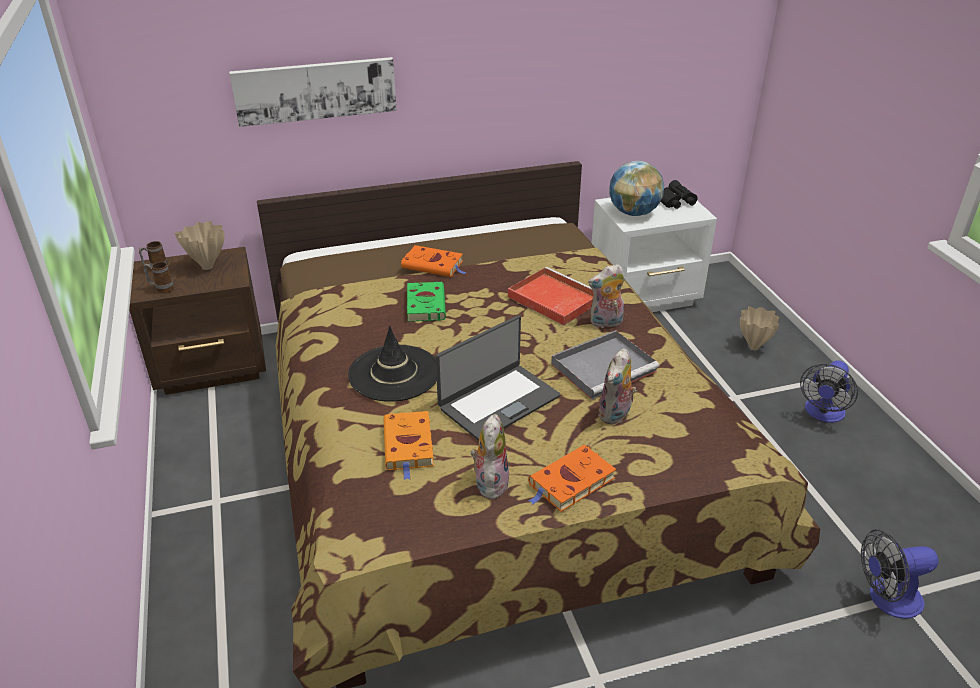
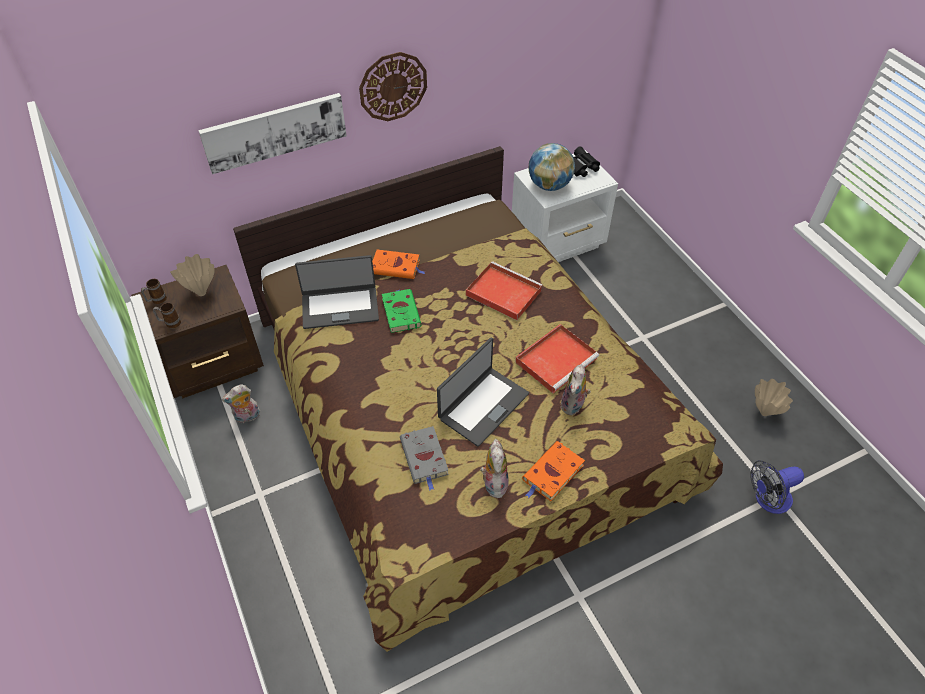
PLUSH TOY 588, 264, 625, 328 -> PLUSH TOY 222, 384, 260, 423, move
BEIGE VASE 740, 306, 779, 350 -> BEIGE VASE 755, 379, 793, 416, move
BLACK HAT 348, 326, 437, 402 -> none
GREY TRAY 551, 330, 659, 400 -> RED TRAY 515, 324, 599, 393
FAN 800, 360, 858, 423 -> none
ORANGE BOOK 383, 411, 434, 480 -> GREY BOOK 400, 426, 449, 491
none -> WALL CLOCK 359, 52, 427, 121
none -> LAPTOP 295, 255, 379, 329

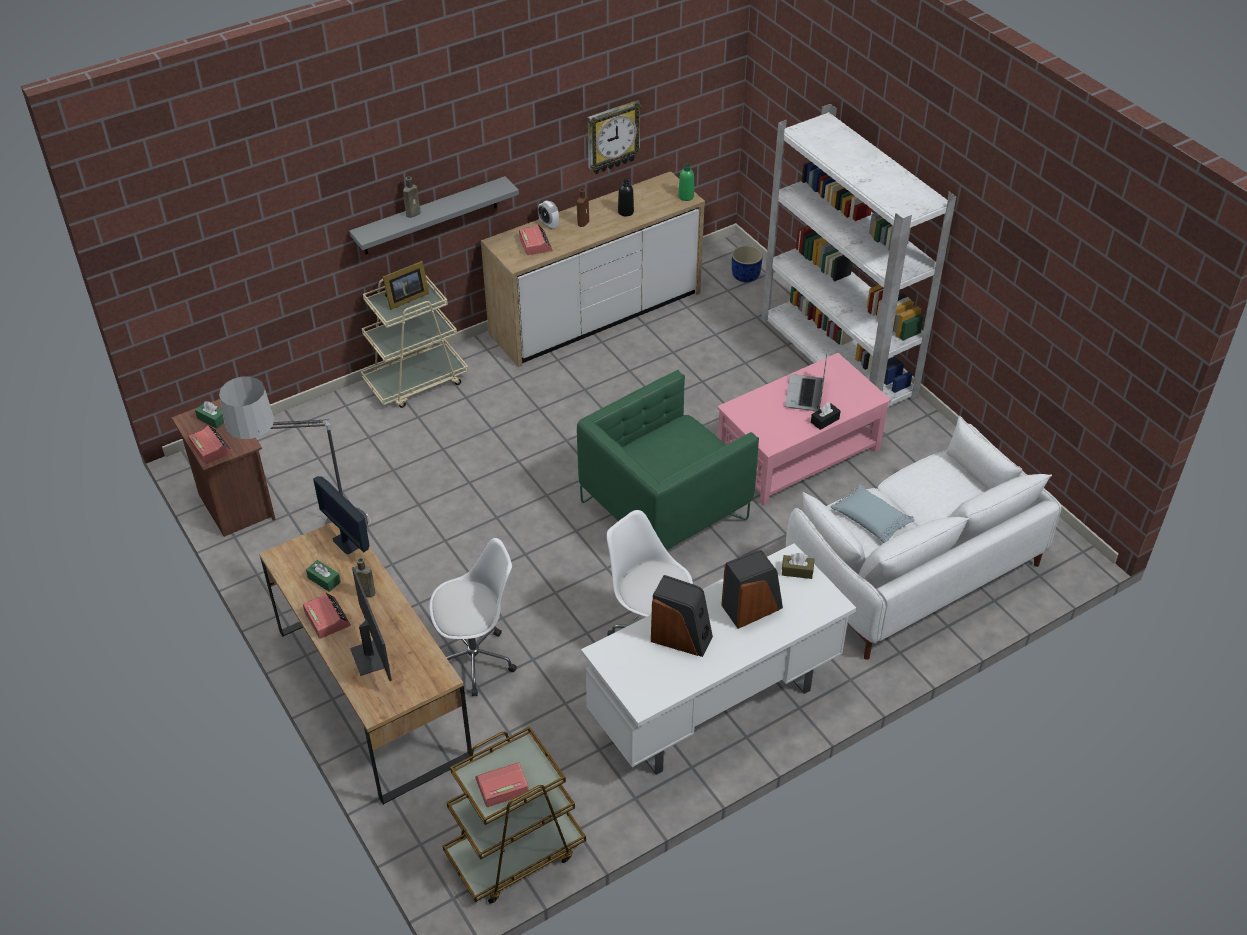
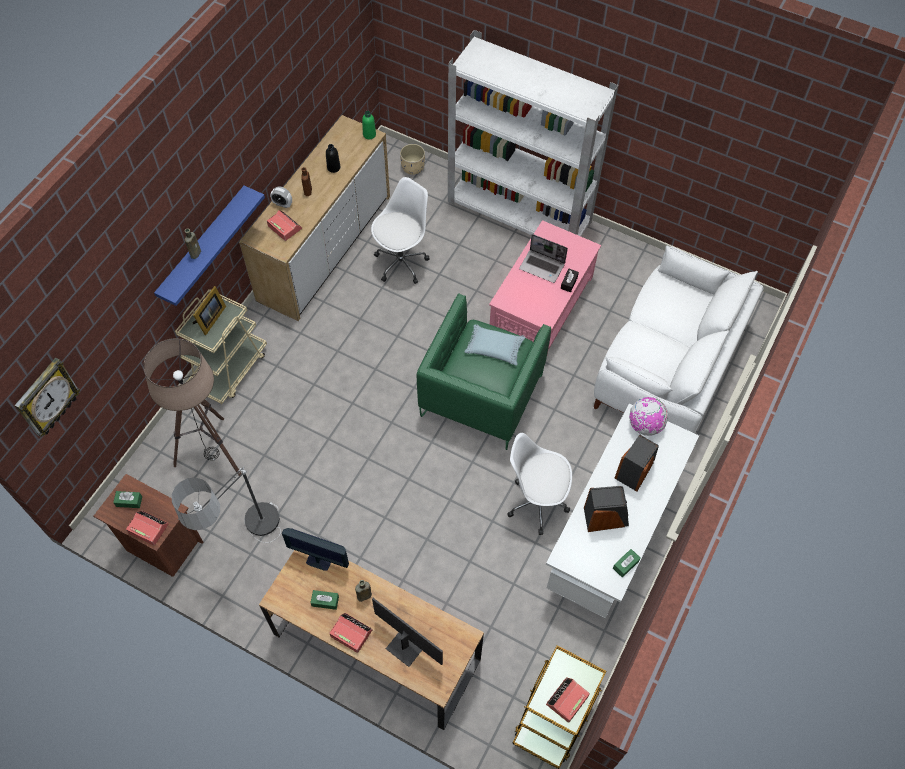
WALL CLOCK 587, 100, 642, 174 -> WALL CLOCK 15, 358, 80, 437, move
GREY SHELF 349, 176, 519, 254 -> BLUE SHELF 154, 186, 265, 306
BLUE PLANTER 732, 245, 763, 282 -> BEIGE PLANTER 400, 144, 425, 175
LAPTOP 785, 354, 827, 412 -> LAPTOP 519, 234, 568, 283, 45 degrees counterclockwise
BLUE PILLOW 831, 484, 915, 543 -> BLUE PILLOW 464, 325, 526, 366, move
WHITE OFFICE CHAIR 429, 538, 517, 696 -> WHITE OFFICE CHAIR 371, 177, 430, 284, move
BROWN TISSUE BOX 782, 553, 814, 579 -> GLOBE 629, 397, 668, 436
none -> FLOOR LAMP 143, 338, 242, 476
none -> GREEN TISSUE BOX 613, 549, 641, 578

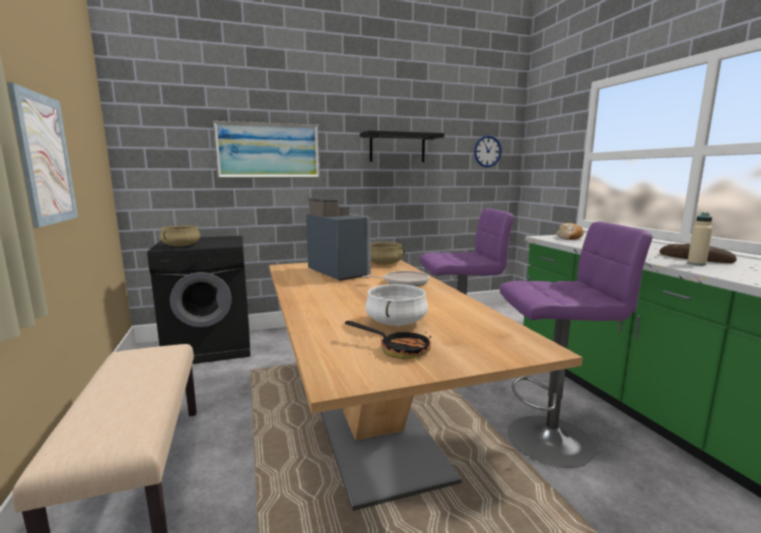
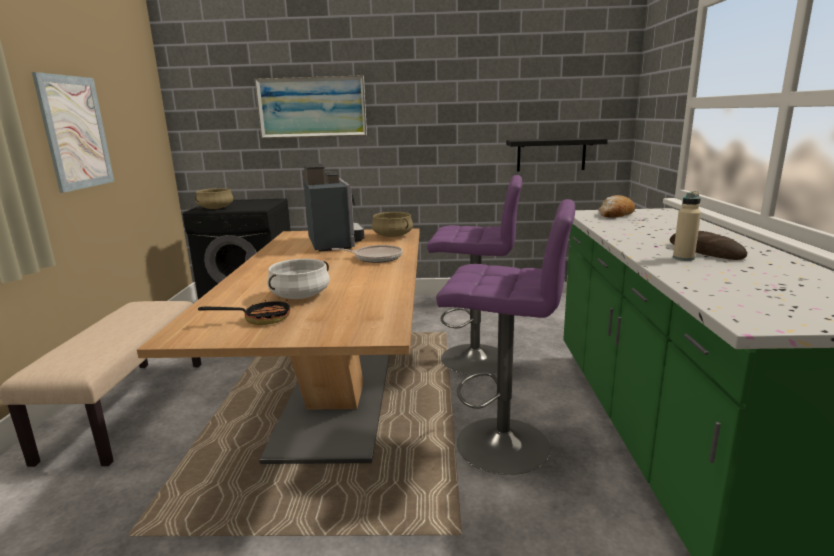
BLACK SHELF 360, 130, 445, 162 -> BLACK SHELF 506, 138, 608, 172, move
WALL CLOCK 474, 135, 502, 167 -> none
FRYING PAN 345, 321, 431, 359 -> FRYING PAN 198, 299, 291, 325, 60 degrees counterclockwise

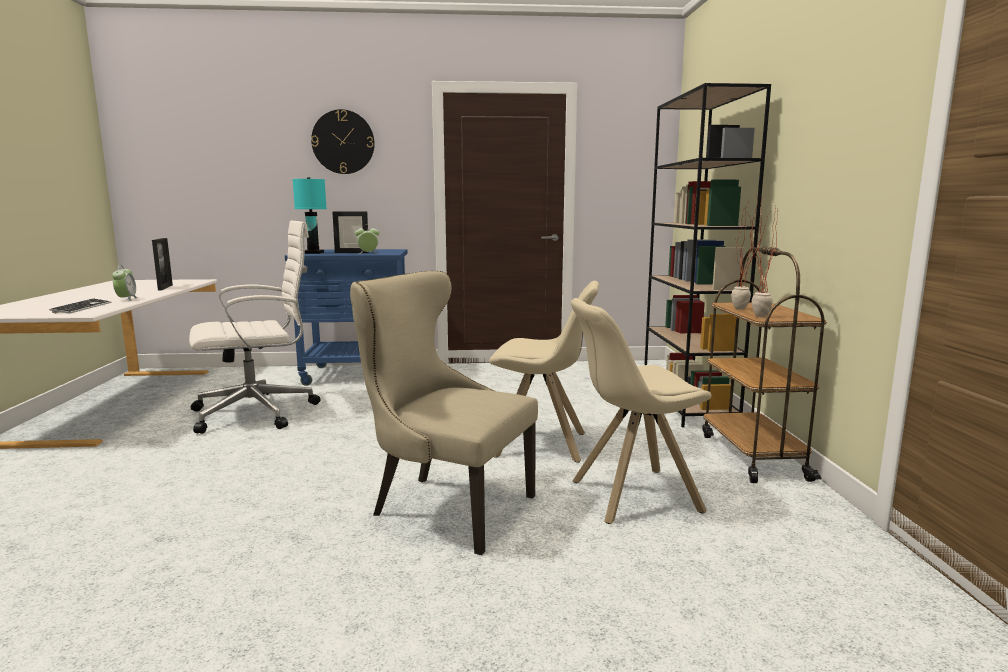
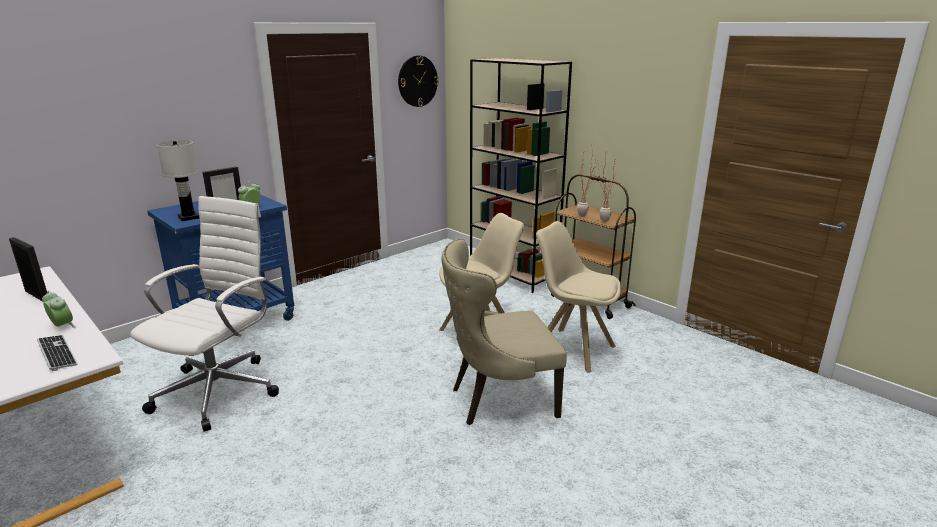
WALL CLOCK 311, 109, 375, 174 -> WALL CLOCK 398, 56, 439, 107, move
TURQUOISE TABLE LAMP 292, 177, 327, 254 -> WHITE TABLE LAMP 157, 140, 199, 221
BEIGE CHAIR 571, 298, 712, 524 -> BEIGE CHAIR 536, 221, 621, 373, 90 degrees clockwise

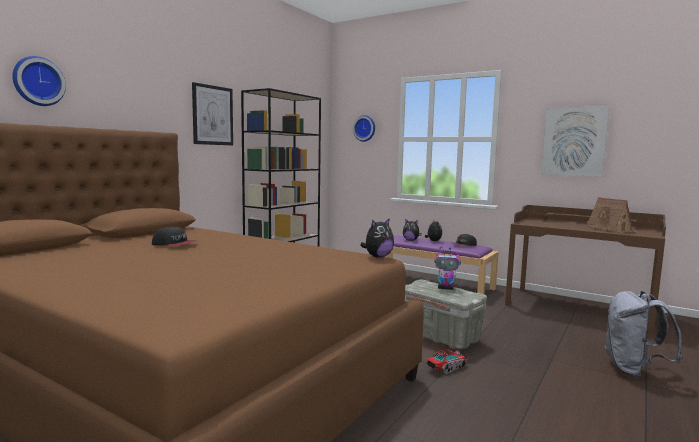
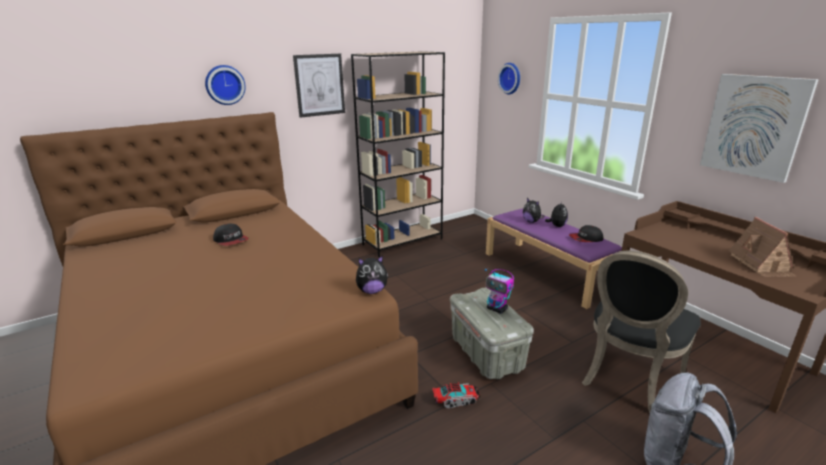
WALL CLOCK 12, 56, 66, 106 -> WALL CLOCK 205, 65, 246, 105, move
none -> BLACK CHAIR 582, 251, 701, 413

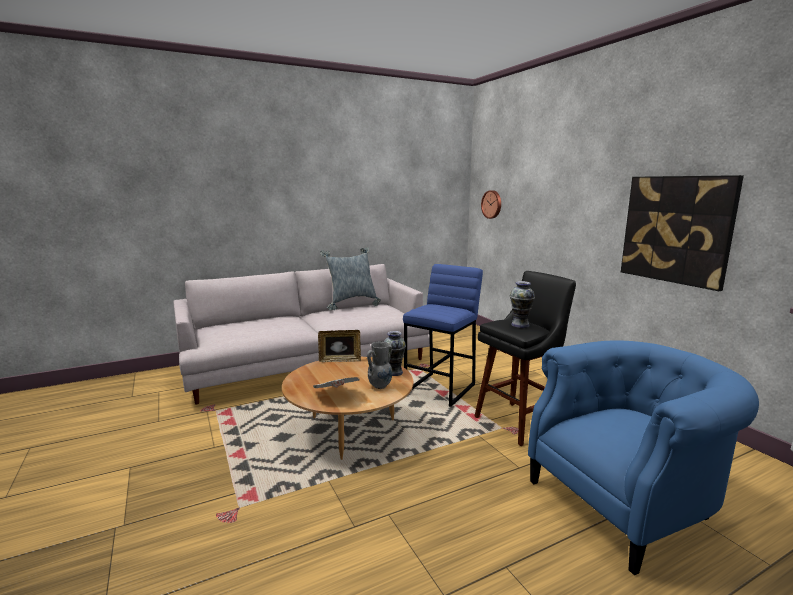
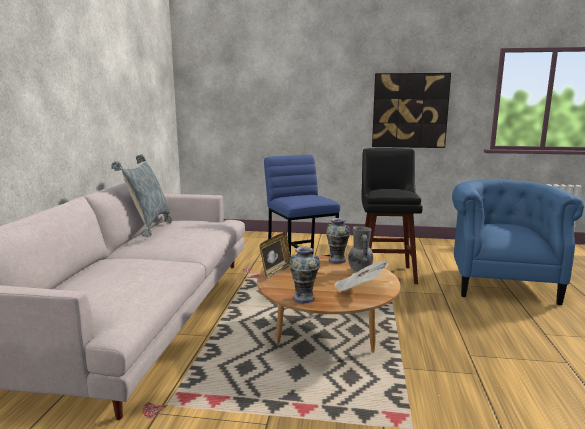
WALL CLOCK 481, 190, 501, 219 -> none
VASE 510, 281, 535, 328 -> VASE 289, 247, 320, 303, move

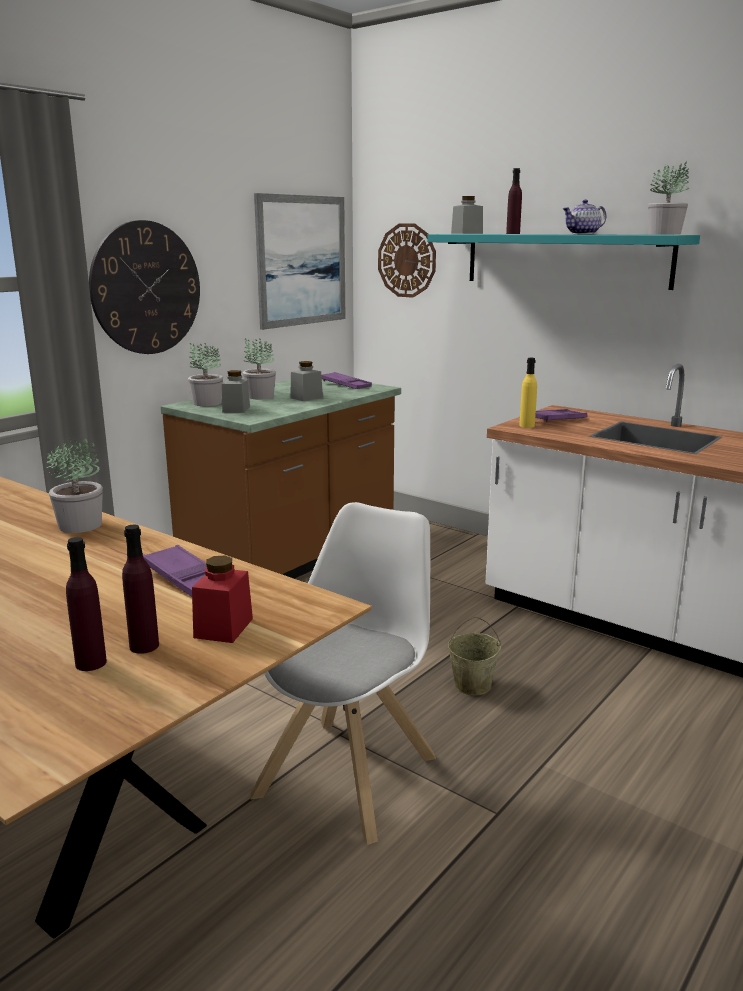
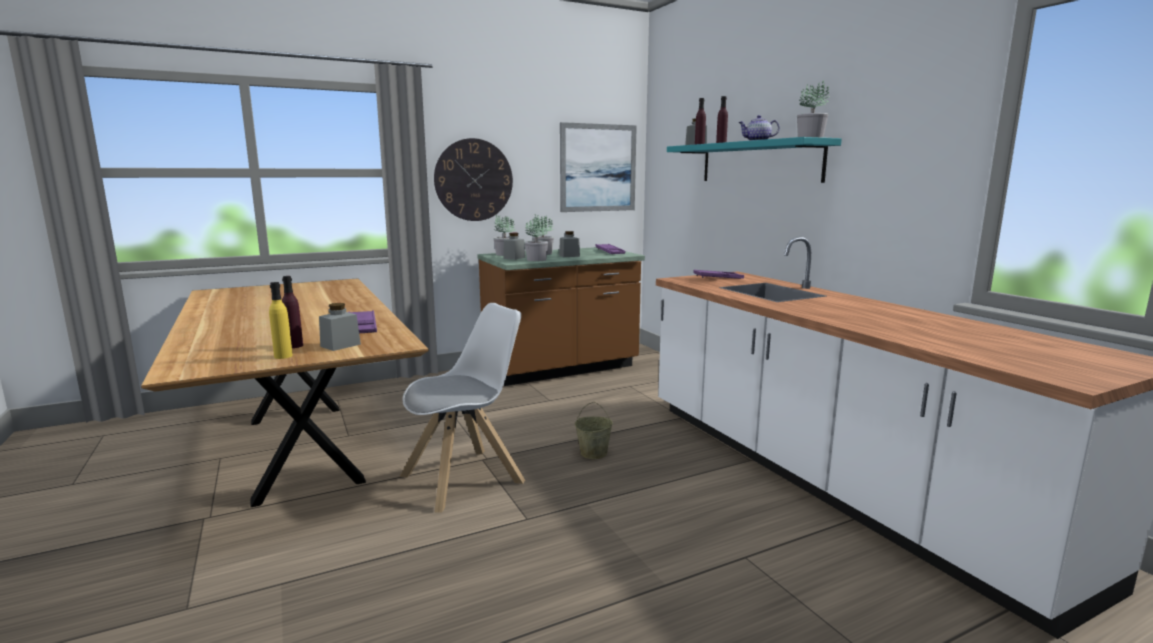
WALL CLOCK 378, 223, 436, 298 -> none
YELLOW BOTTLE 519, 358, 537, 428 -> YELLOW BOTTLE 269, 282, 293, 359, move
POTTED PLANT 47, 438, 103, 533 -> POTTED PLANT 524, 217, 548, 261, move
PURPLE BOTTLE 66, 537, 107, 671 -> PURPLE BOTTLE 695, 98, 706, 145, move
RED JAR 192, 555, 253, 643 -> GREY JAR 319, 303, 361, 351

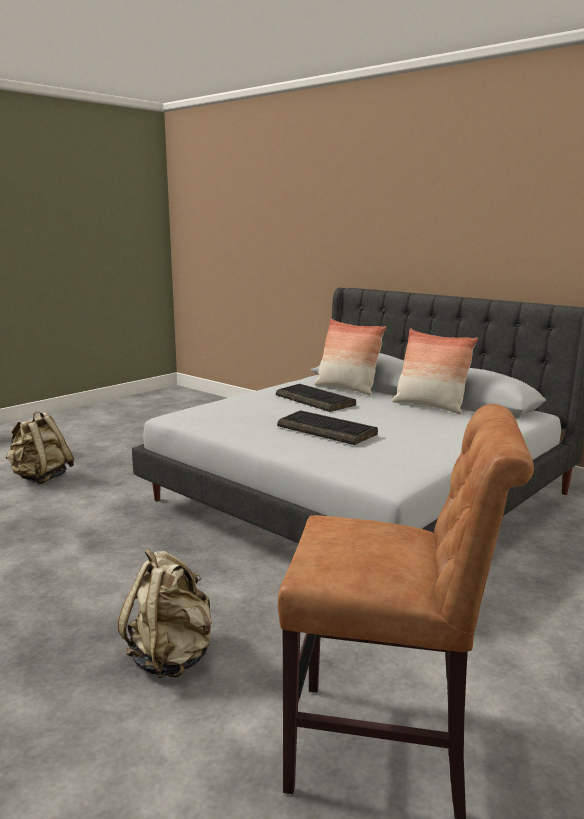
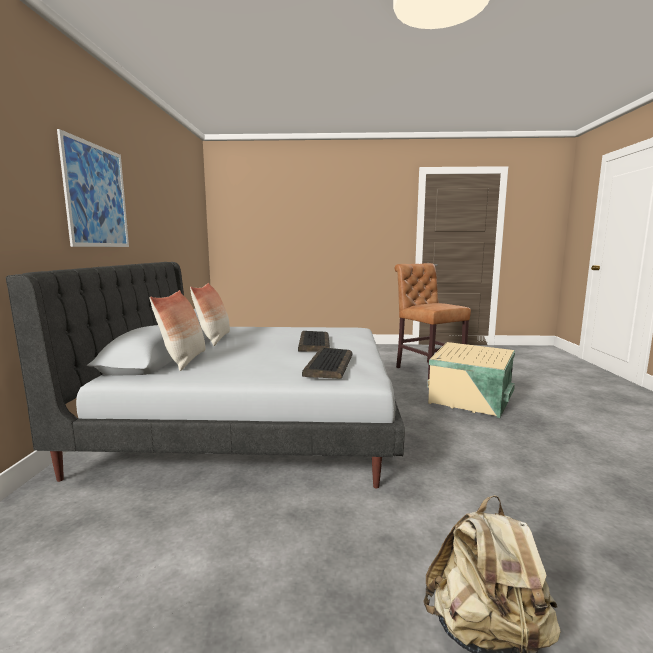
KEYBOARD 276, 384, 356, 412 -> KEYBOARD 302, 347, 353, 379, move
BEIGE BACKPACK 118, 548, 212, 678 -> BEIGE STORAGE BOX 427, 342, 515, 418
none -> PICTURE 57, 129, 129, 247

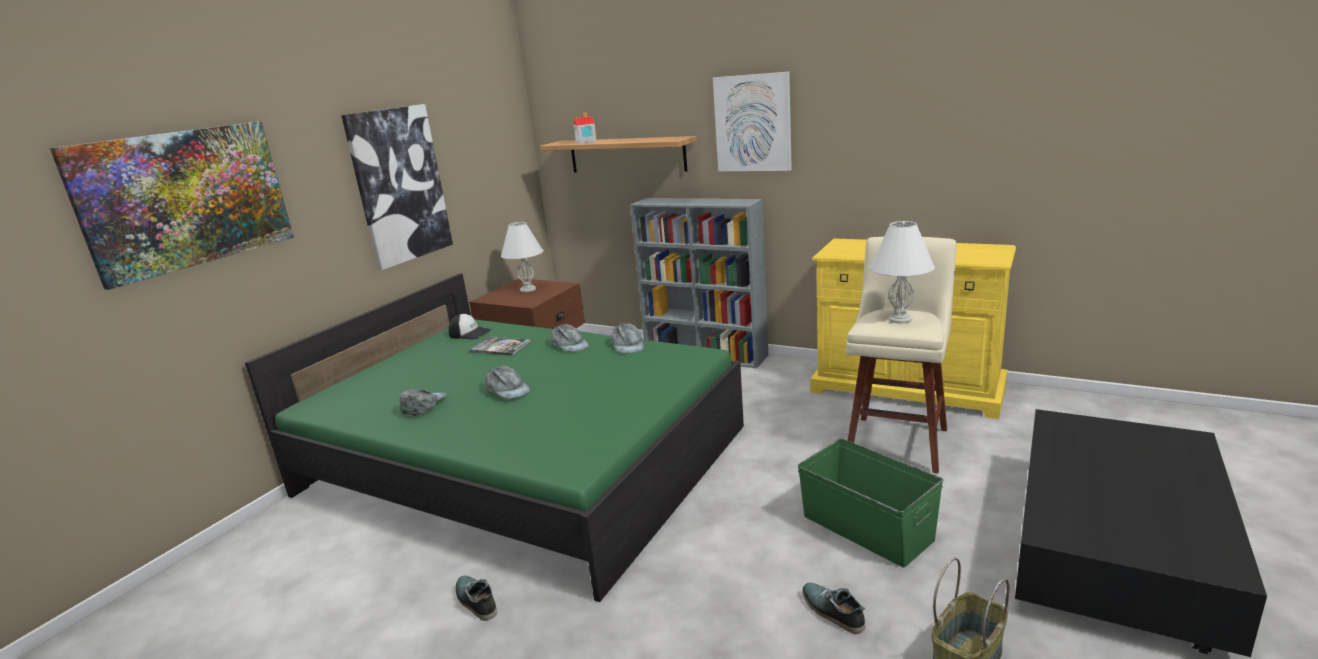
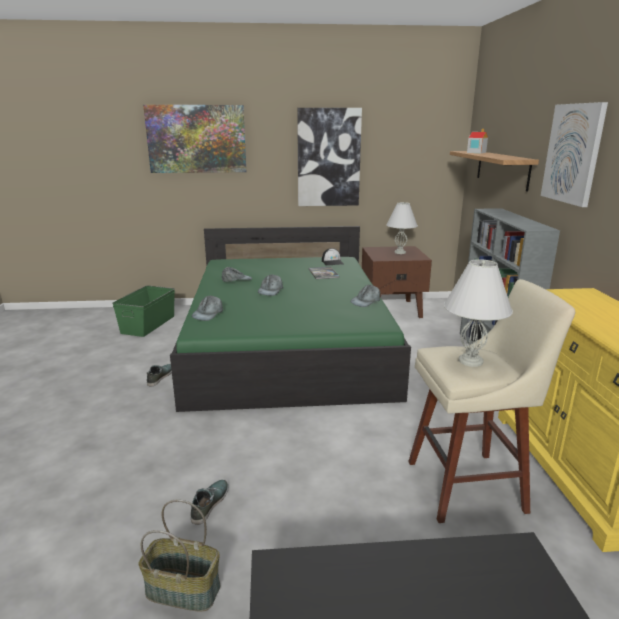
GREY CAP 551, 324, 590, 352 -> GREY CAP 192, 296, 223, 321, move
GREEN STORAGE BOX 798, 438, 943, 567 -> GREEN STORAGE BOX 112, 285, 175, 337, move

